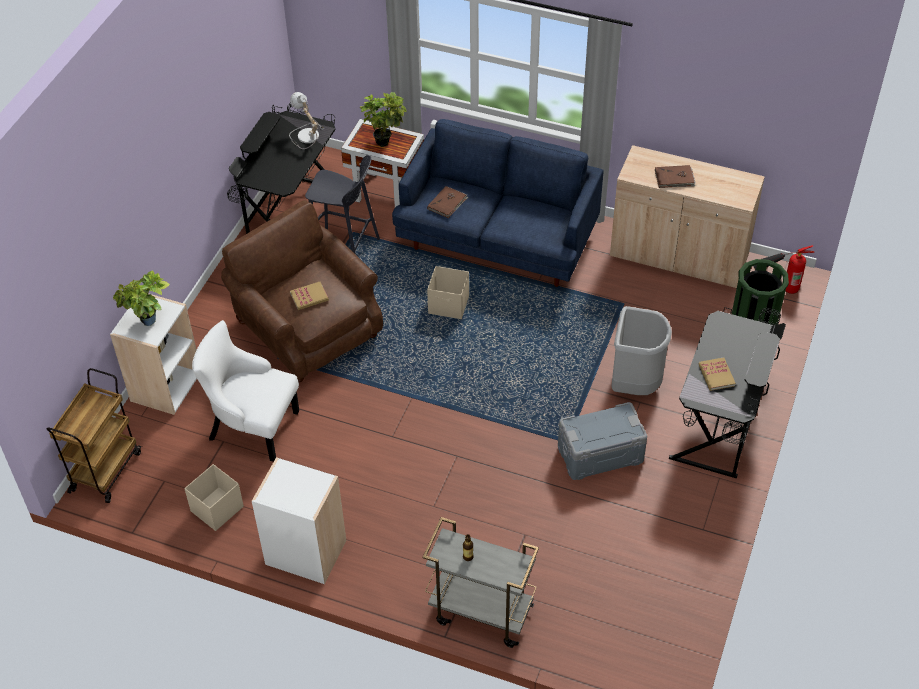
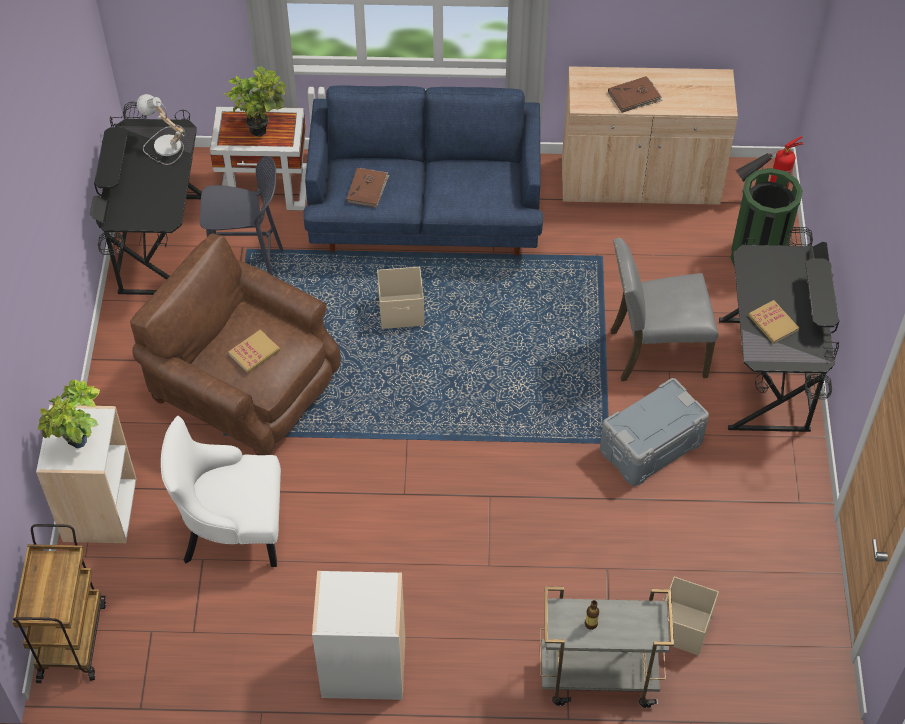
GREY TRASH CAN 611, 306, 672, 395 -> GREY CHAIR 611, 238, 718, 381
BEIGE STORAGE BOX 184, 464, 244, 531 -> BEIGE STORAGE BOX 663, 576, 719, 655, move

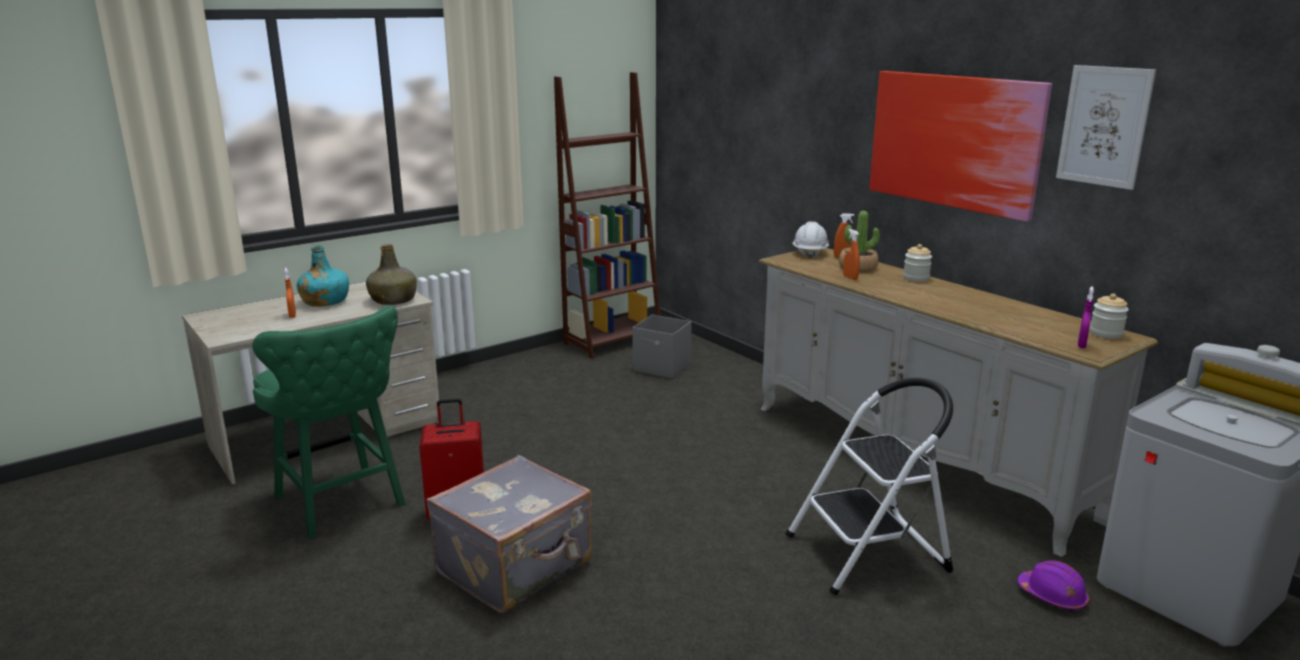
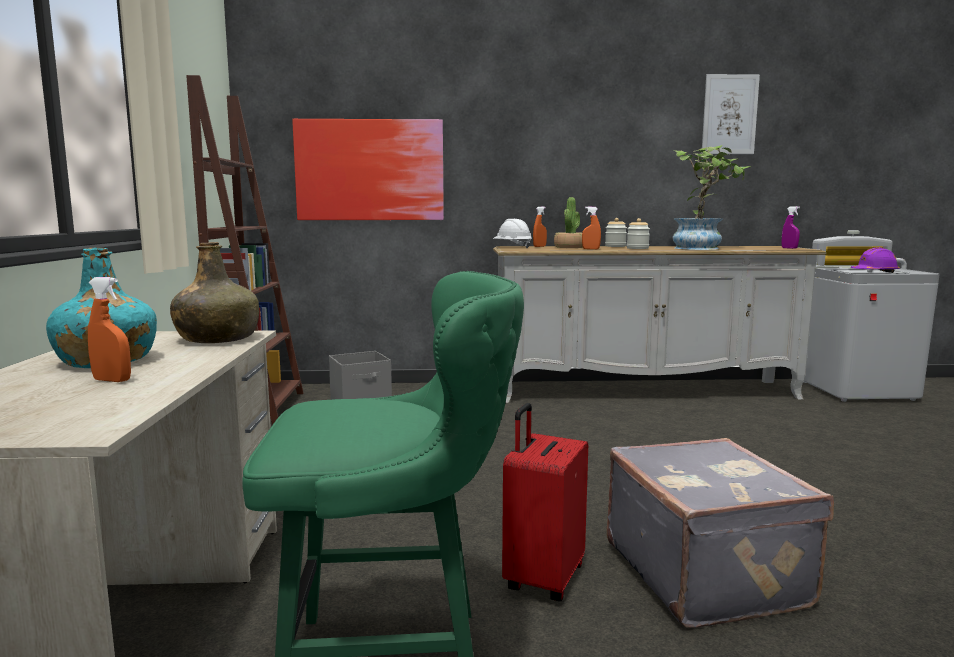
PICTURE 869, 71, 1052, 222 -> PICTURE 292, 119, 444, 220, move
JAR 1090, 294, 1129, 339 -> JAR 627, 218, 650, 249, move
STEP LADDER 786, 378, 953, 595 -> none
PURPLE HARD HAT 1017, 560, 1089, 611 -> PURPLE HARD HAT 851, 247, 900, 273, move
none -> POTTED PLANT 673, 145, 752, 250

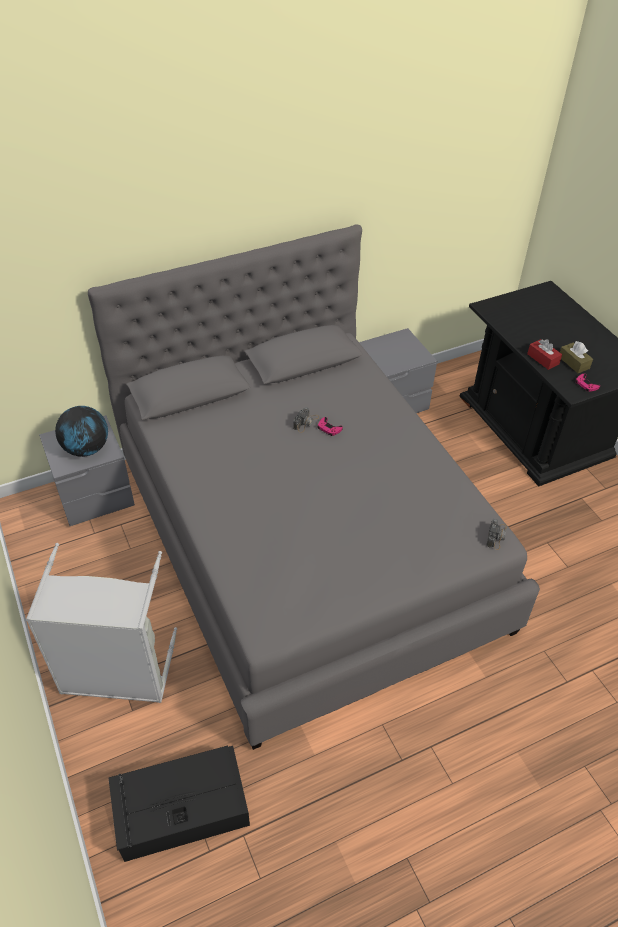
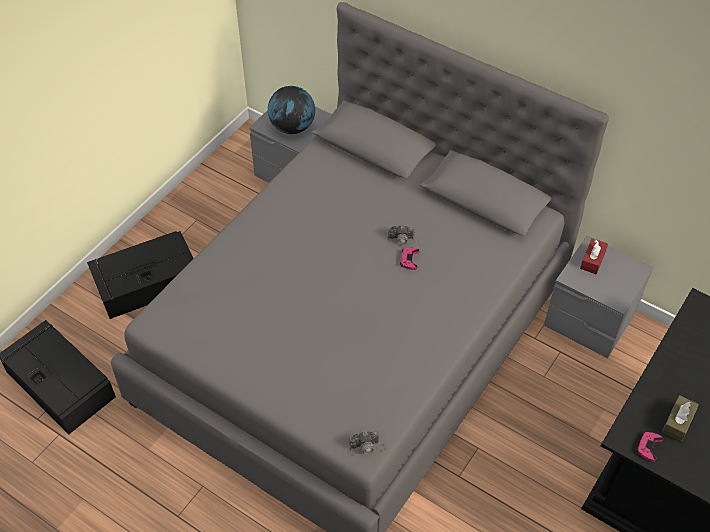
RED TISSUE BOX 527, 339, 562, 370 -> RED TISSUE BOX 580, 238, 608, 274, move
GREY LAUNDRY BASKET 26, 543, 177, 703 -> BLACK STORAGE BOX 87, 231, 194, 319

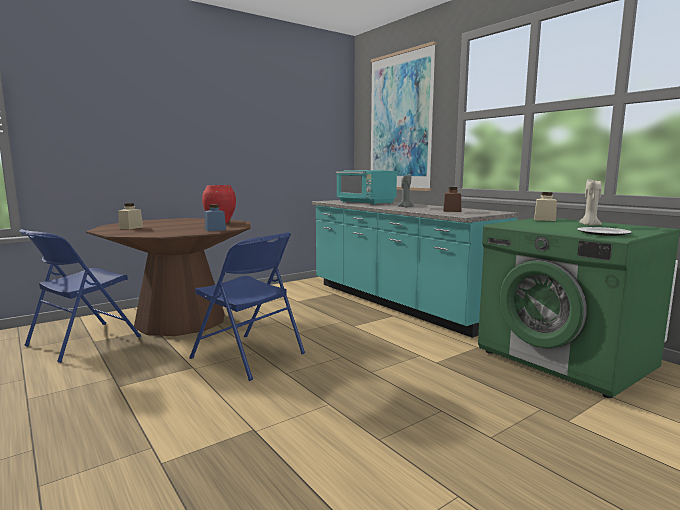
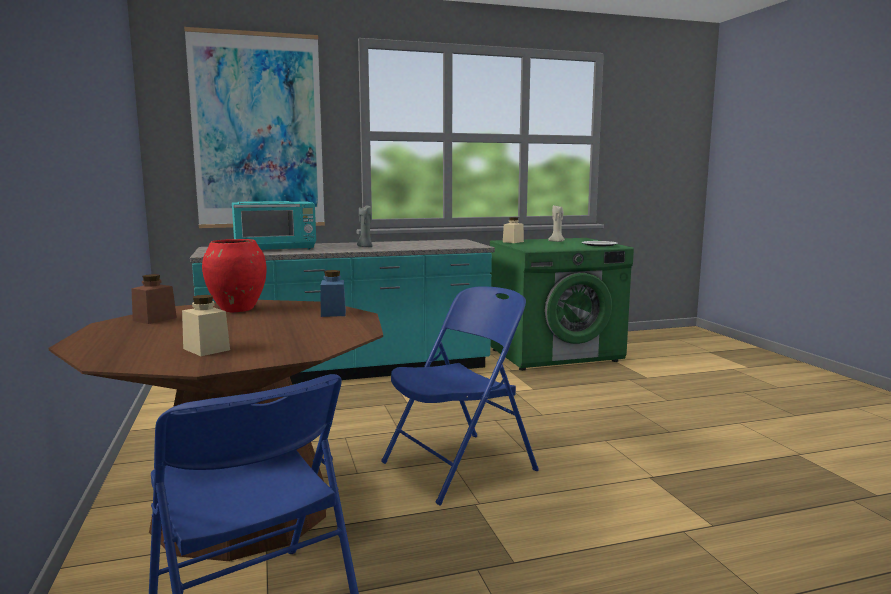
BROWN JAR 443, 187, 461, 212 -> BROWN JAR 131, 274, 177, 324, move

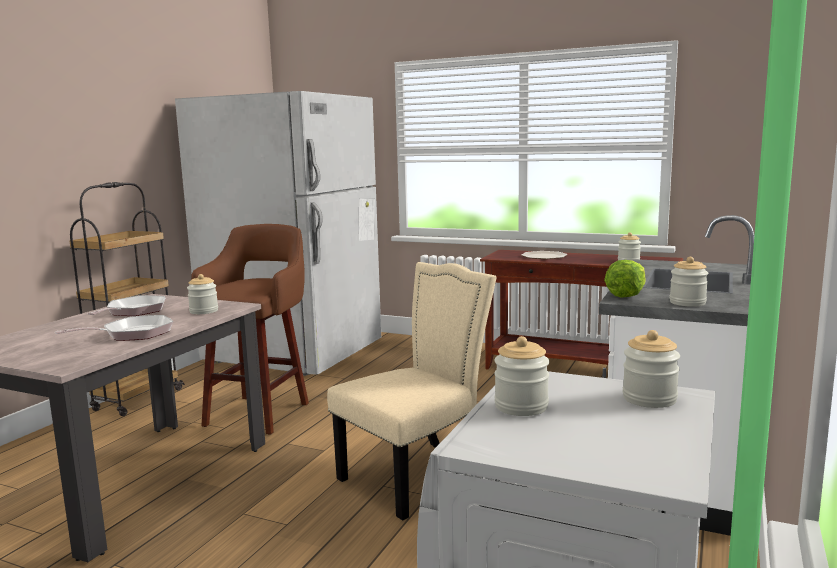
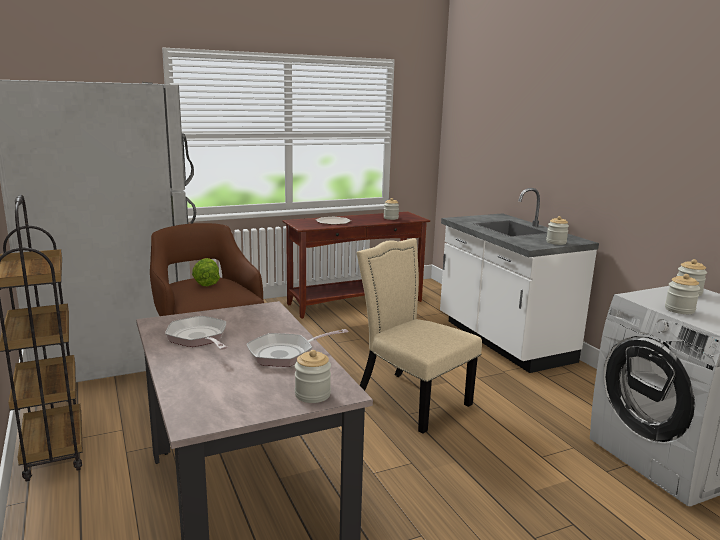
LETTUCE 604, 260, 645, 298 -> LETTUCE 192, 258, 220, 286, move
BEIGE CHAIR 327, 262, 497, 520 -> BEIGE CHAIR 357, 238, 482, 434, 45 degrees counterclockwise
JAR 187, 274, 218, 314 -> JAR 295, 350, 331, 403, move
FRYING PAN 55, 315, 173, 341 -> FRYING PAN 247, 329, 349, 367, 120 degrees counterclockwise

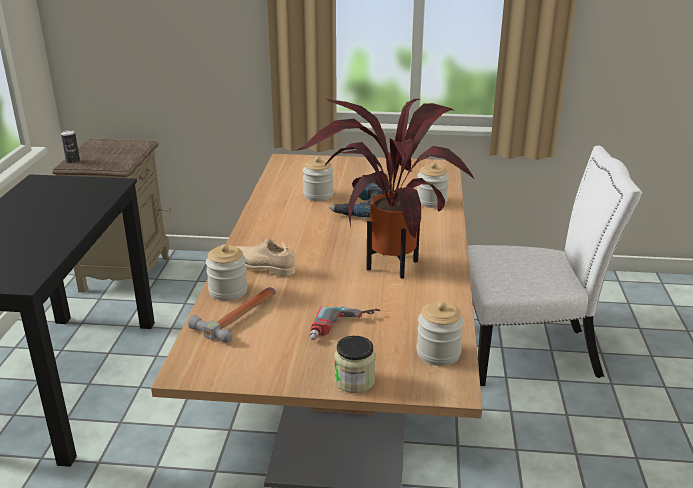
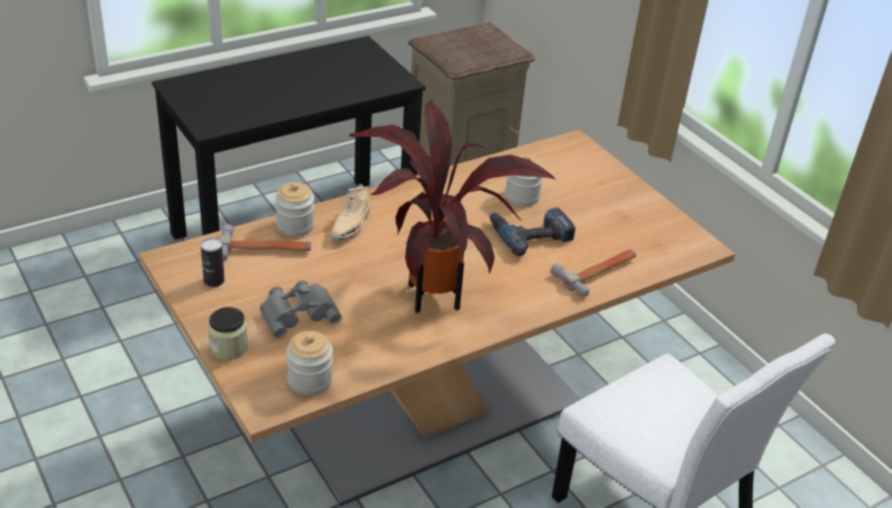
CAN 61, 130, 80, 164 -> CAN 201, 238, 225, 287, move
JAR 417, 162, 449, 208 -> HAMMER 551, 249, 636, 297
BEIGE SHOE 237, 238, 295, 277 -> BEIGE SHOE 331, 184, 370, 241, 150 degrees counterclockwise
POWER DRILL 310, 306, 381, 340 -> GREY BINOCULARS 260, 280, 342, 338

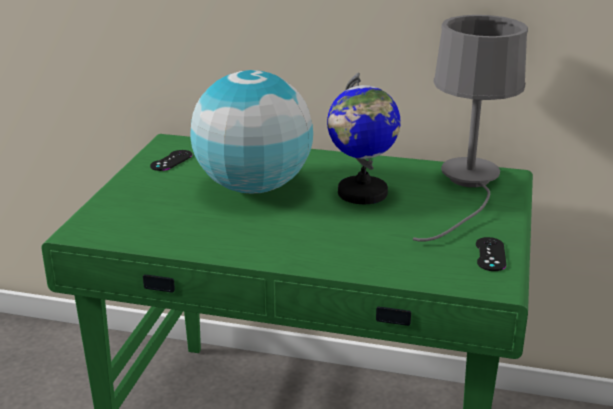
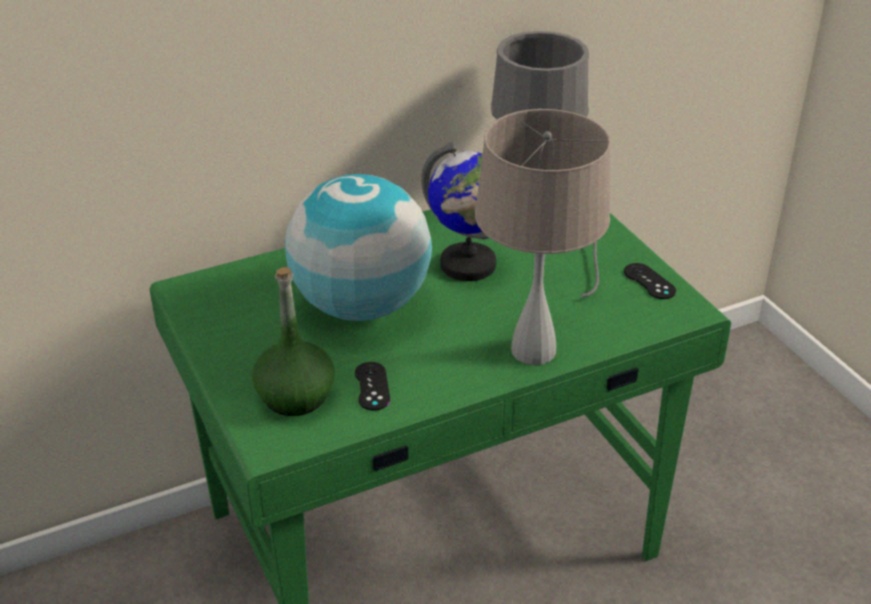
BLACK GAME CONTROLLER 150, 150, 192, 171 -> BLACK GAME CONTROLLER 355, 362, 390, 411, move
none -> BEIGE TABLE LAMP 475, 109, 611, 365
none -> GREEN BOTTLE 252, 267, 335, 416

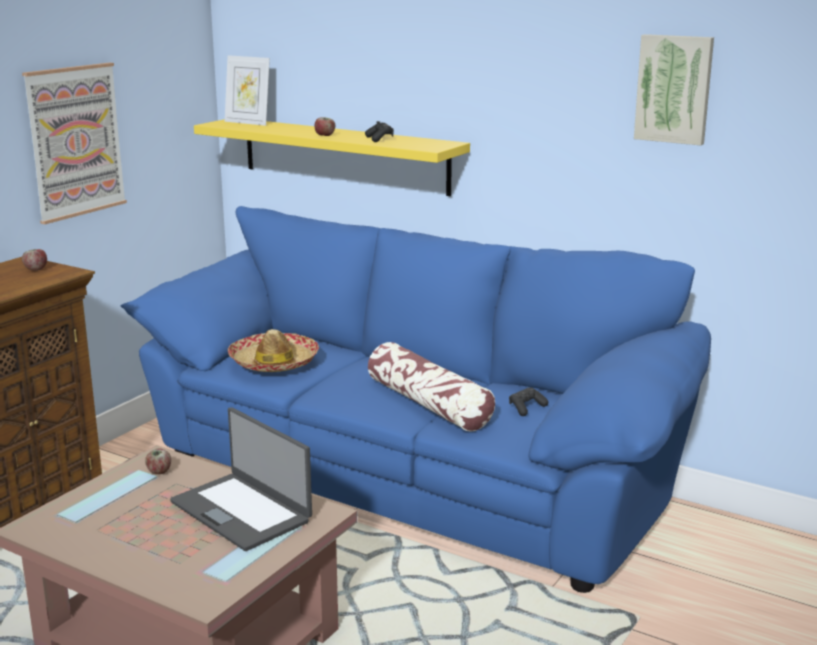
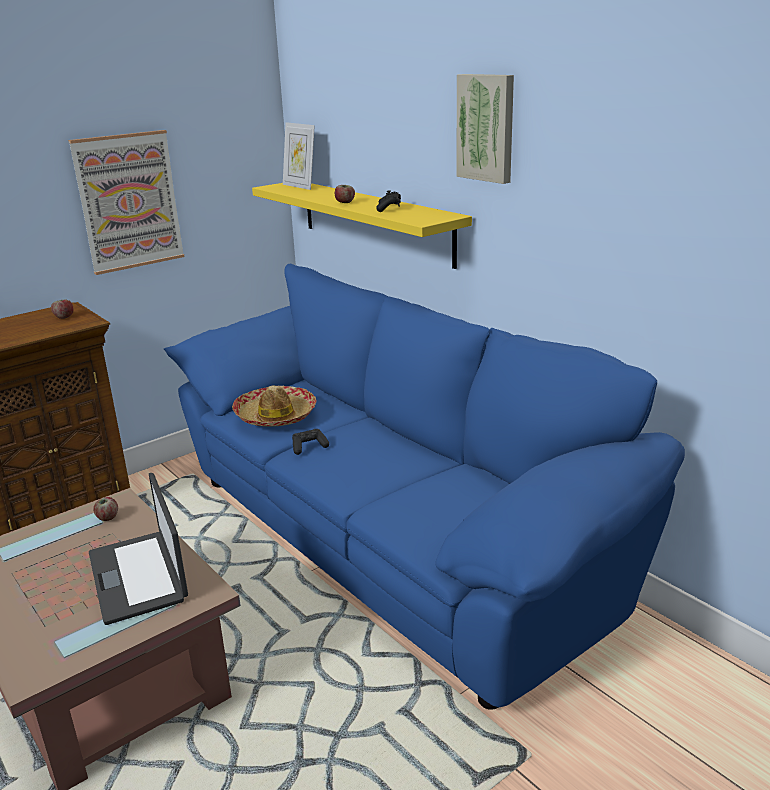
PICTURE 634, 34, 714, 145 -> PICTURE 456, 74, 514, 184, move
PILLOW 368, 342, 495, 432 -> none
BLACK GAME CONTROLLER 509, 388, 548, 416 -> BLACK GAME CONTROLLER 292, 429, 329, 455, move

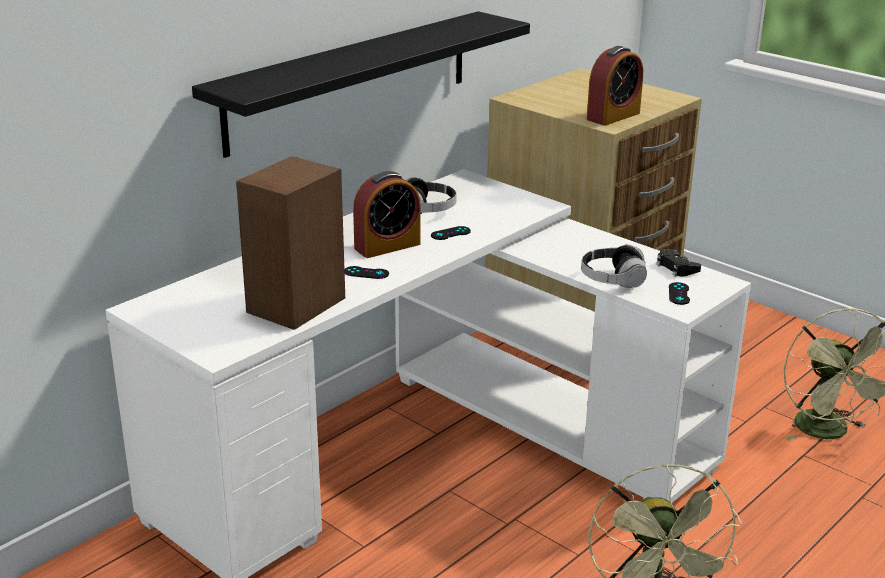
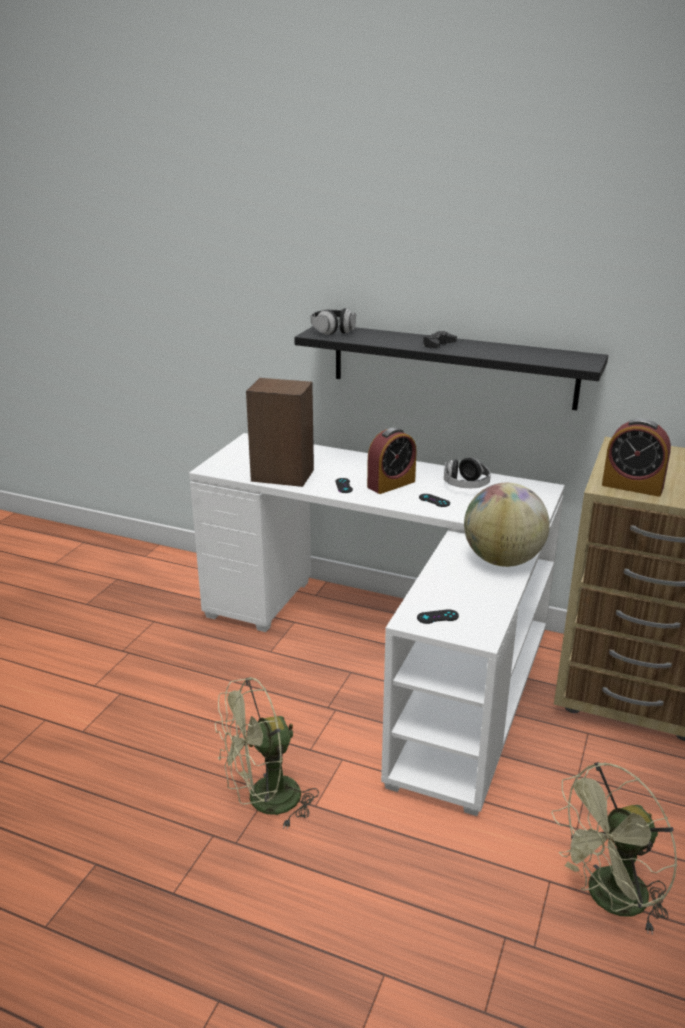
ALARM CLOCK 353, 171, 420, 258 -> ALARM CLOCK 367, 427, 416, 494, 75 degrees counterclockwise
HEADPHONES 581, 244, 647, 288 -> HEADPHONES 311, 308, 356, 335, move
BLACK GAME CONTROLLER 656, 249, 701, 277 -> BLACK GAME CONTROLLER 423, 331, 457, 348, move
none -> GLOBE 464, 483, 550, 567

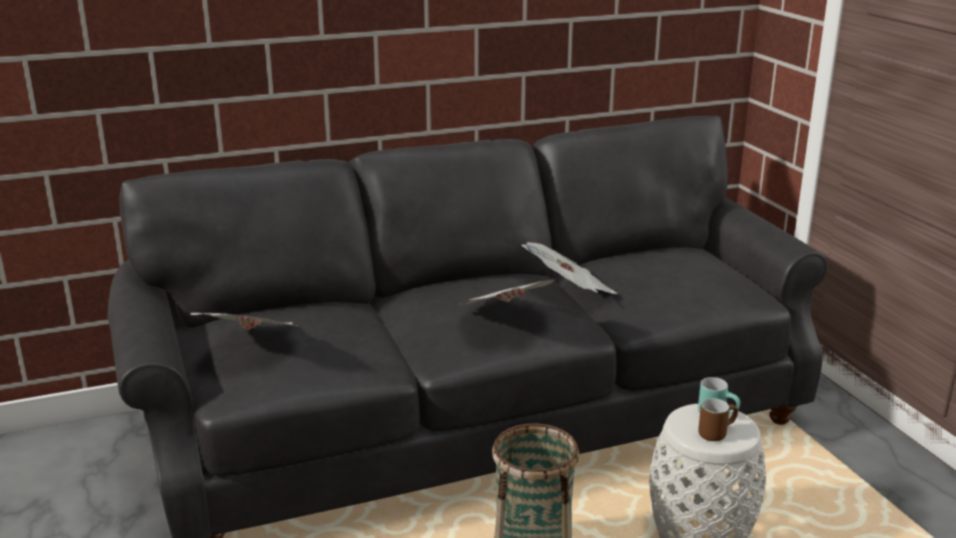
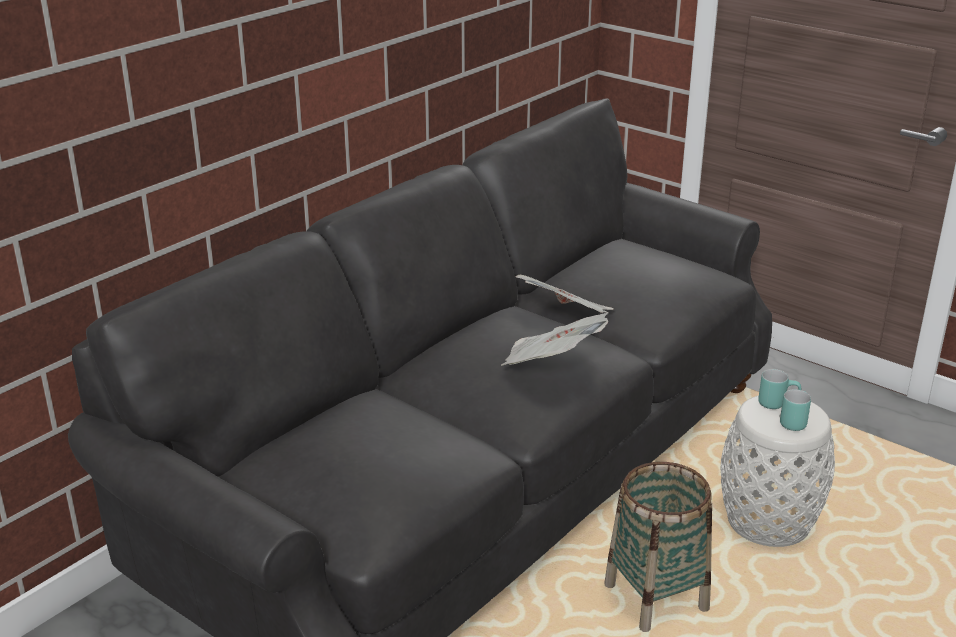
NEWSPAPER 190, 313, 295, 330 -> none
BROWN MUG 698, 398, 738, 441 -> TURQUOISE MUG 780, 389, 811, 431

